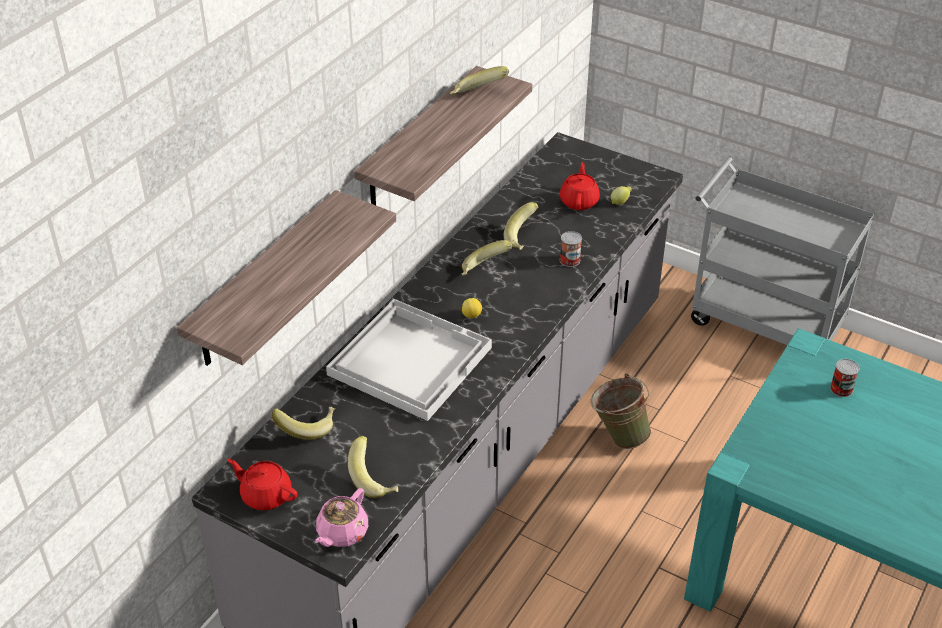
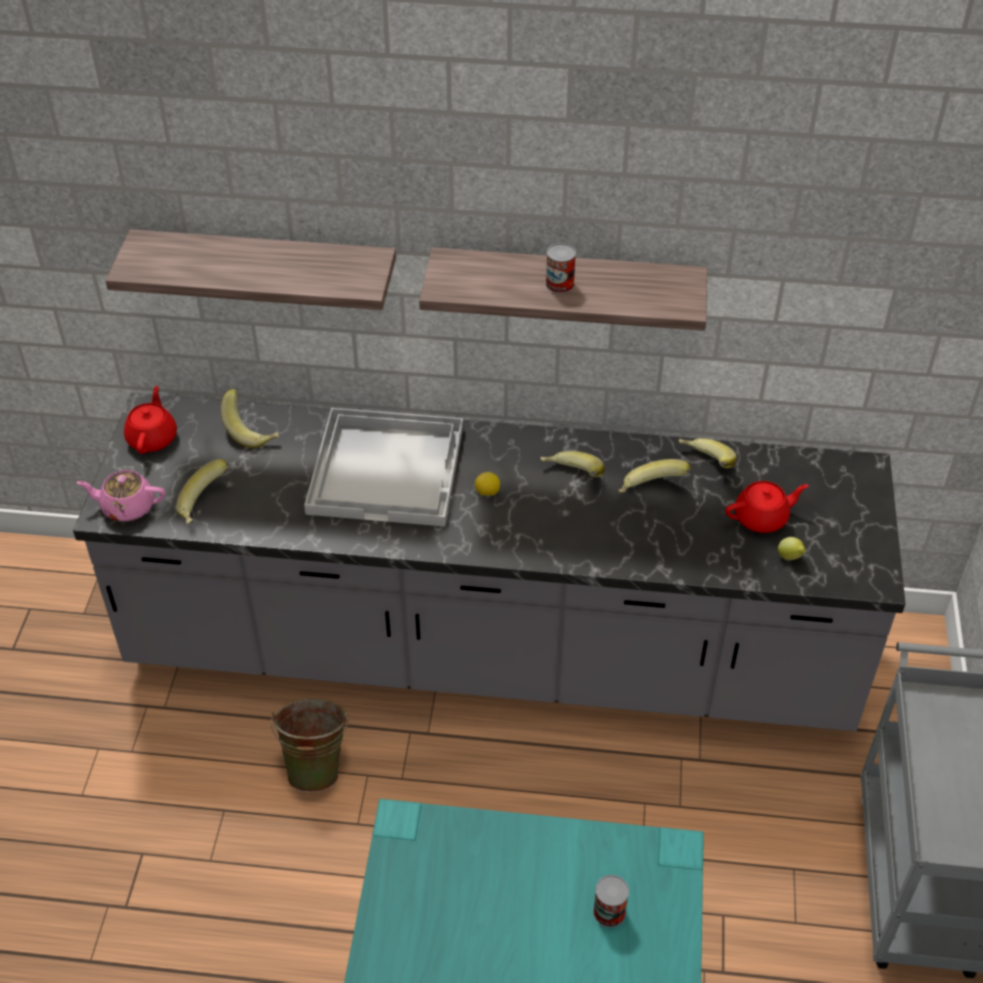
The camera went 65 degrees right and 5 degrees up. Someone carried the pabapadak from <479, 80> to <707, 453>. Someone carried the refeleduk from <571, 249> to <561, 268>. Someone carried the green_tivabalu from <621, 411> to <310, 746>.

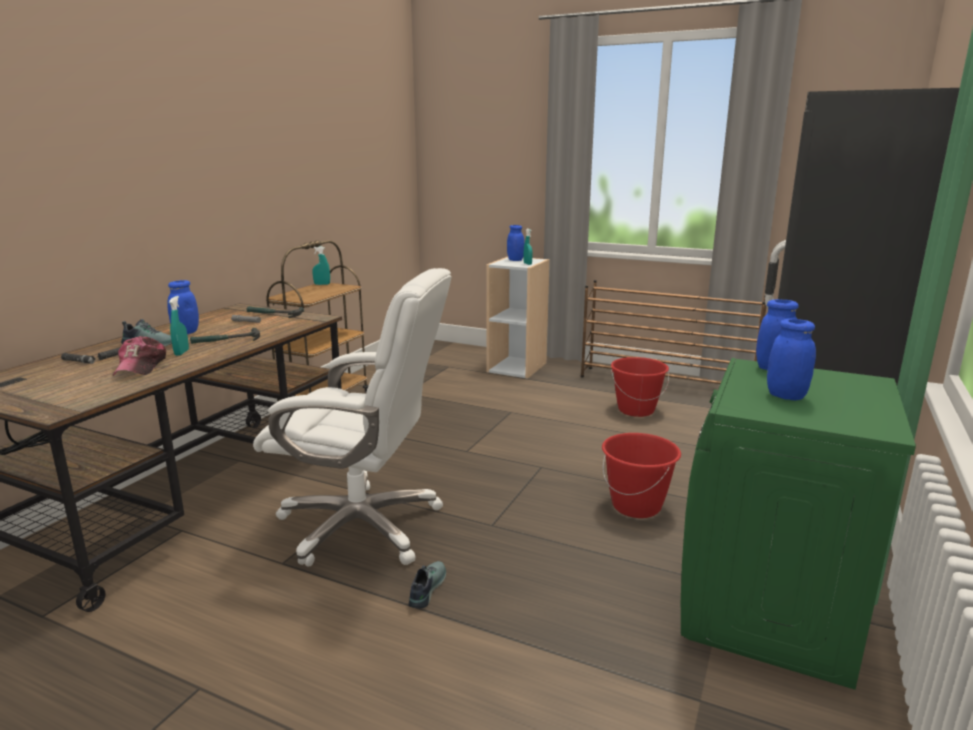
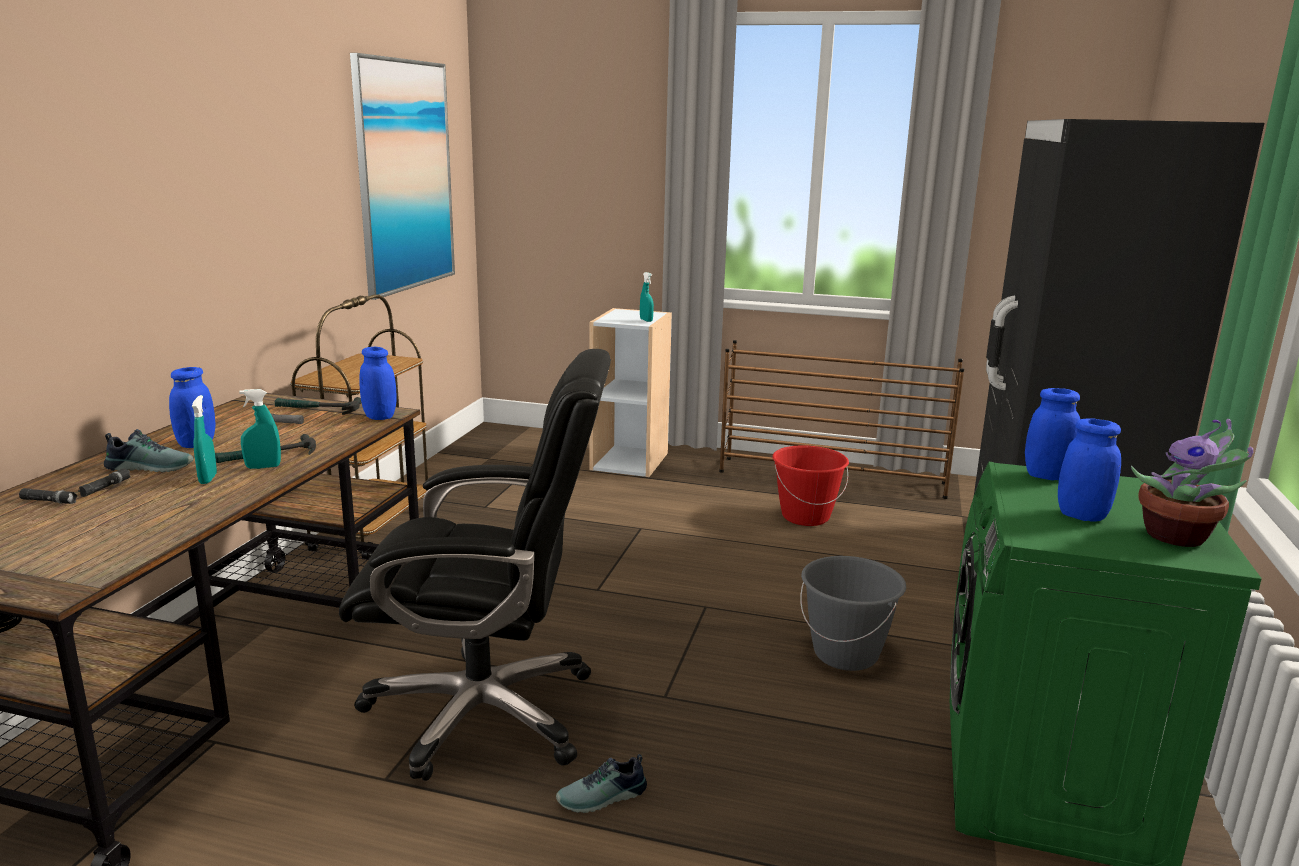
The camera went 10 degrees left and 0 degrees up. Someone took away the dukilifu at <139, 356>. Someone repainted the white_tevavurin at <352, 417>, which became the black_tevavurin at <475, 565>. Someone carried the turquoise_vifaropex from <321, 265> to <260, 429>. Someone rotated the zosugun at <427, 584> by 120 degrees counterclockwise. Someone carried the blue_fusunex from <516, 243> to <378, 383>. Someone repainted the red_tivabalu at <641, 475>, which became the grey_tivabalu at <853, 613>. Someone put up the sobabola at <402, 176>. Someone put down the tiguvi at <1192, 483>.

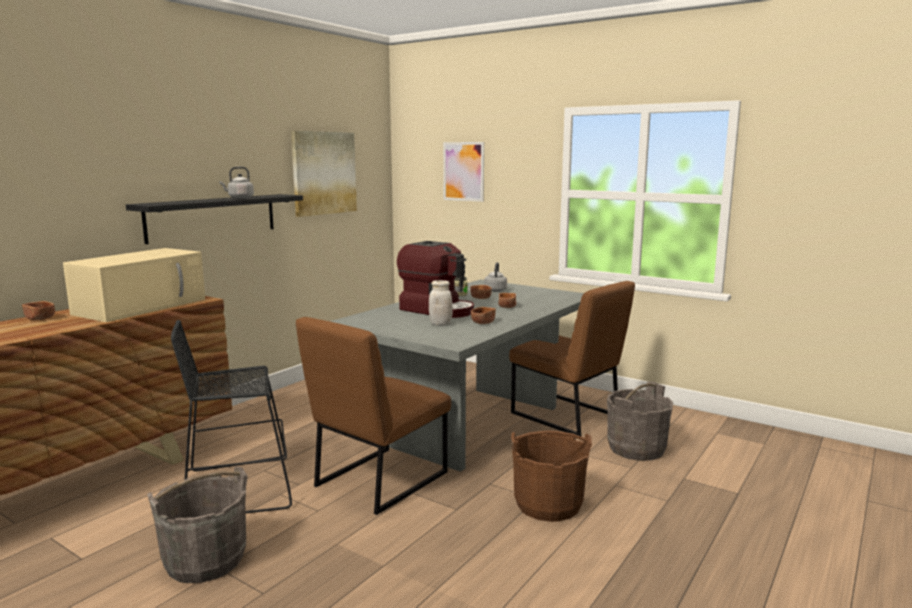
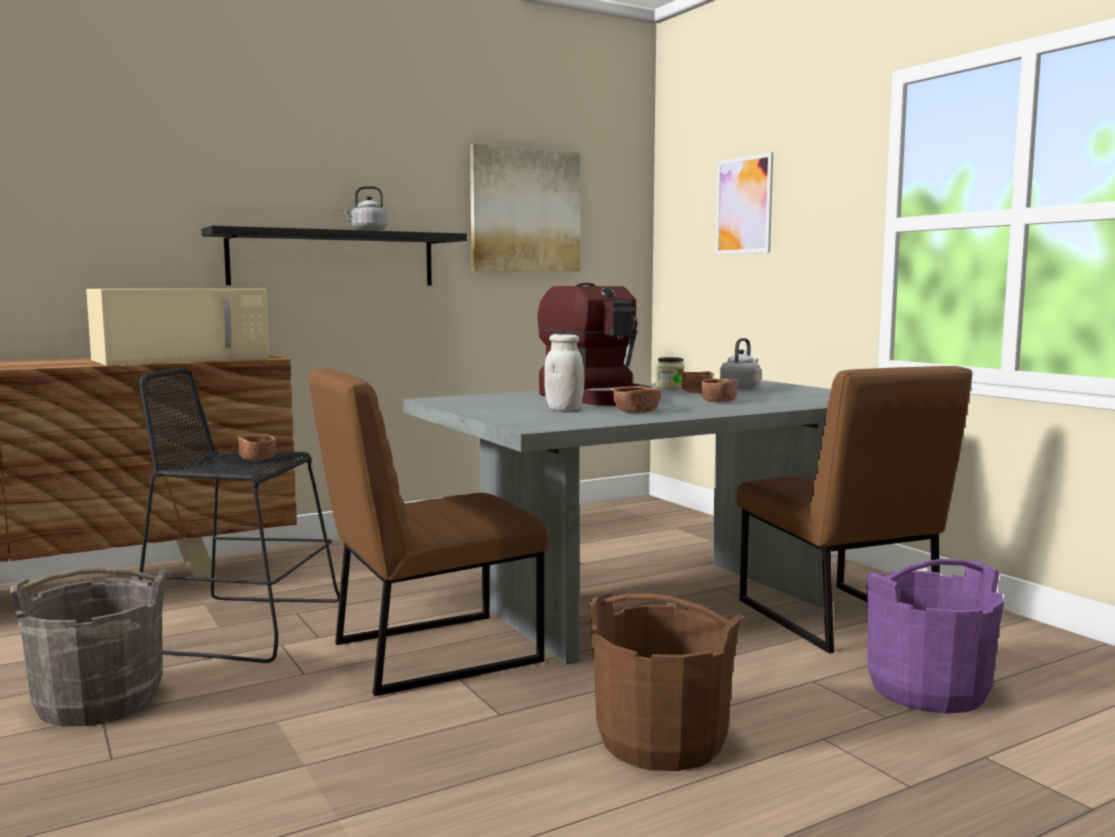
The camera went 25 degrees right and 5 degrees down. Someone carried the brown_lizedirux from <38, 310> to <257, 447>. Someone repainted the grey_tivabalu at <640, 421>, which became the purple_tivabalu at <935, 636>.

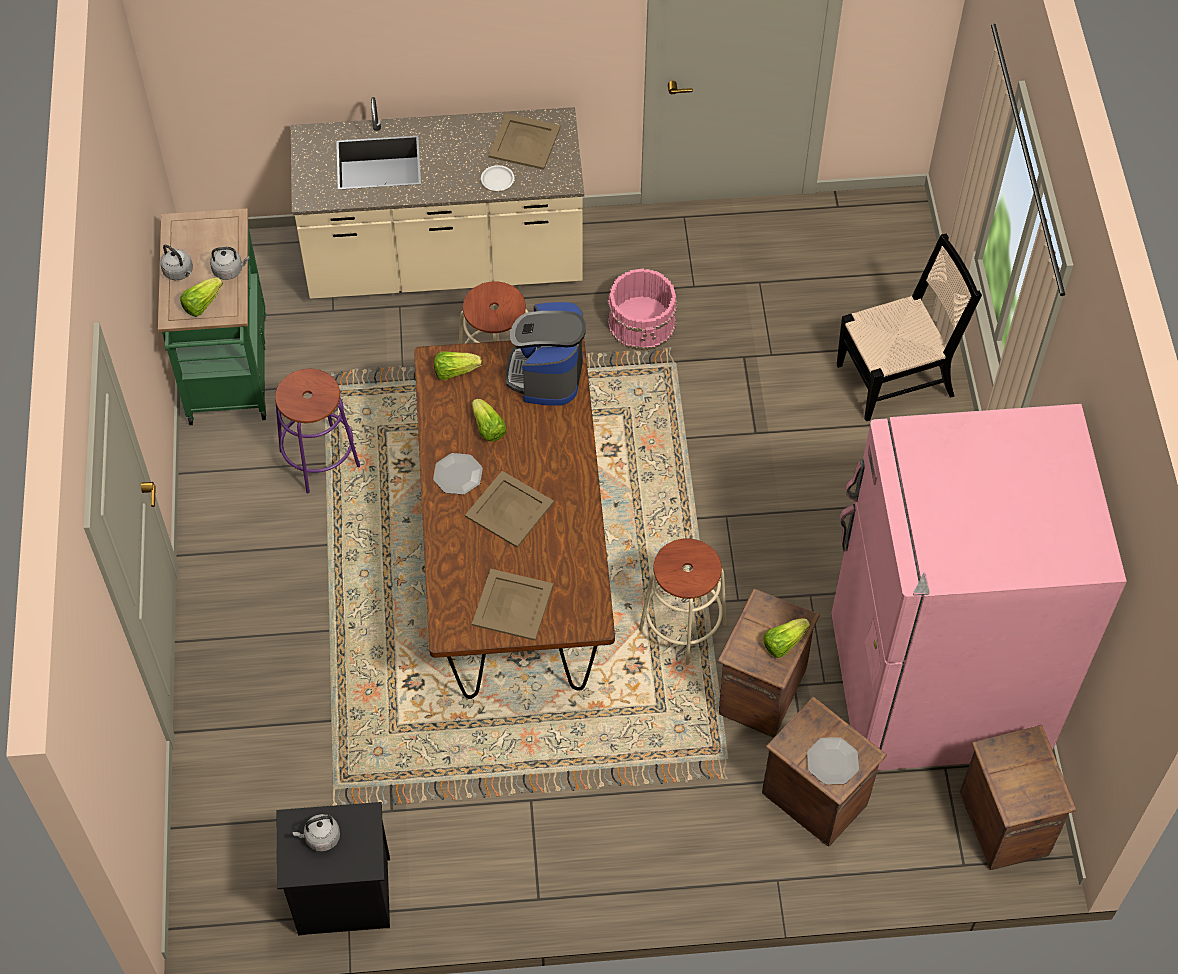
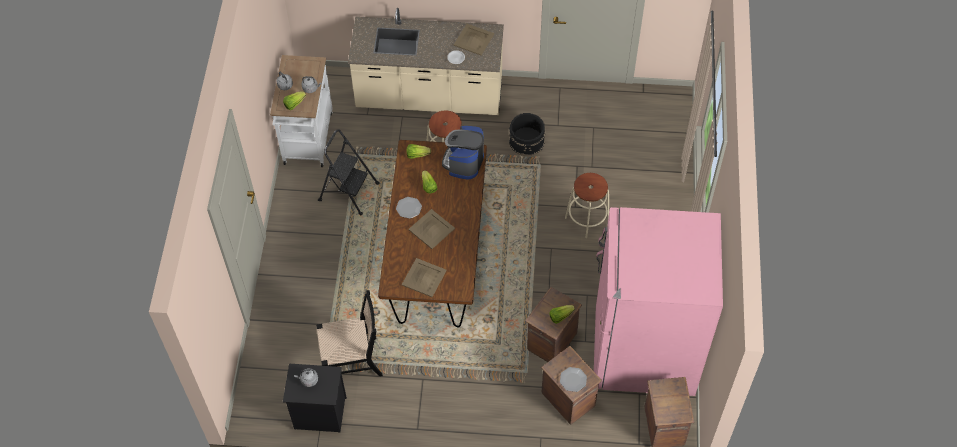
The camera went 10 degrees right and 0 degrees up. Someone repainted the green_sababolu at <212, 316>, which became the white_sababolu at <301, 111>. Someone swapped the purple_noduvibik at <317, 431> for the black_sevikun at <348, 172>. Someone repainted the pink_tivabalu at <642, 309>, which became the black_tivabalu at <527, 134>. Someone carried the beige_noduvibik from <683, 601> to <587, 205>. Someone carried the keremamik from <909, 327> to <349, 333>.

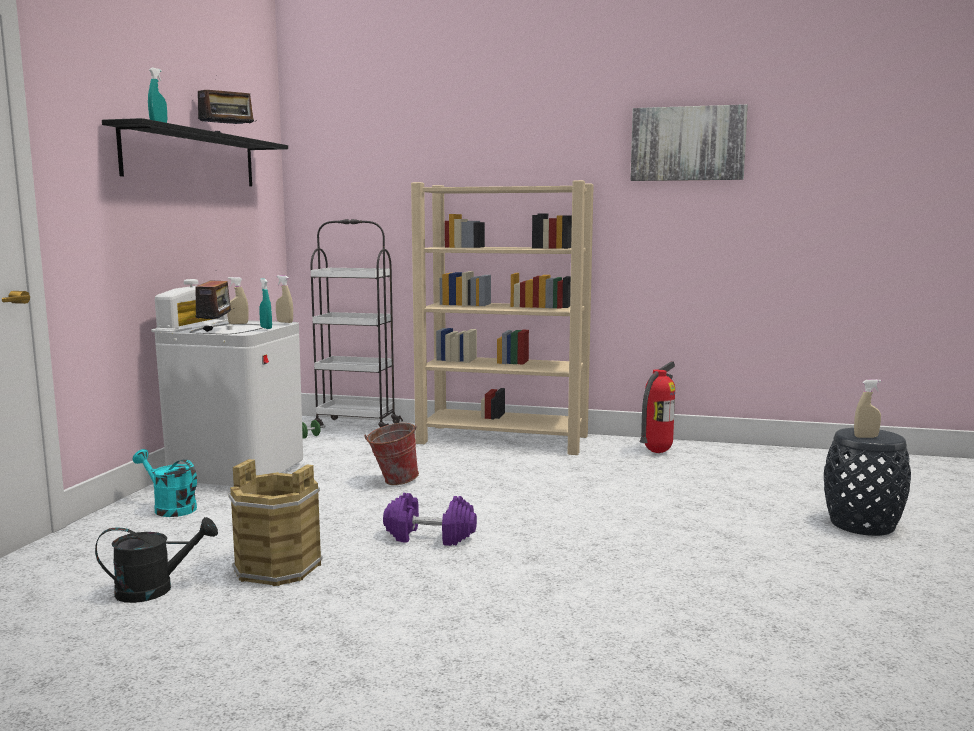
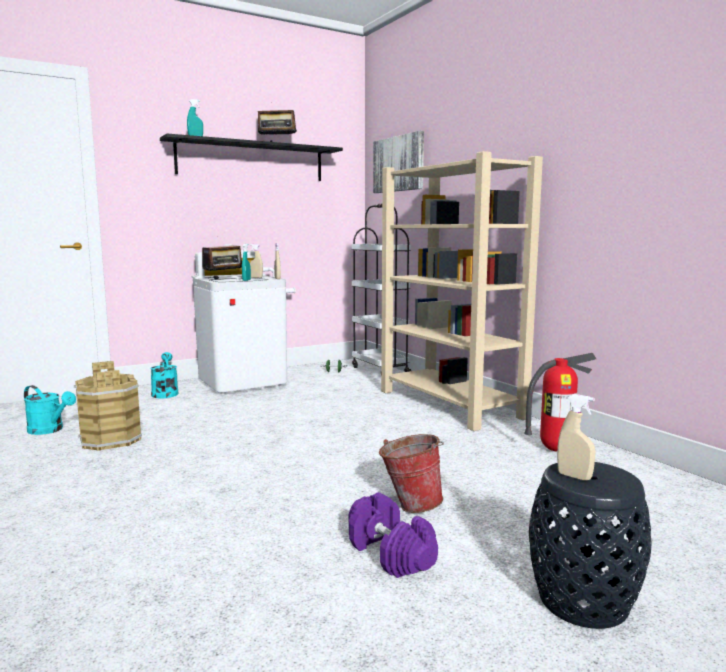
The camera went 45 degrees right and 0 degrees up. Someone repainted the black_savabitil at <156, 560>, which became the turquoise_savabitil at <50, 410>. Someone carried the tivabalu from <391, 454> to <411, 473>. Someone carried the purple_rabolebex from <430, 519> to <393, 535>. Someone carried the sobabola from <689, 142> to <398, 162>.

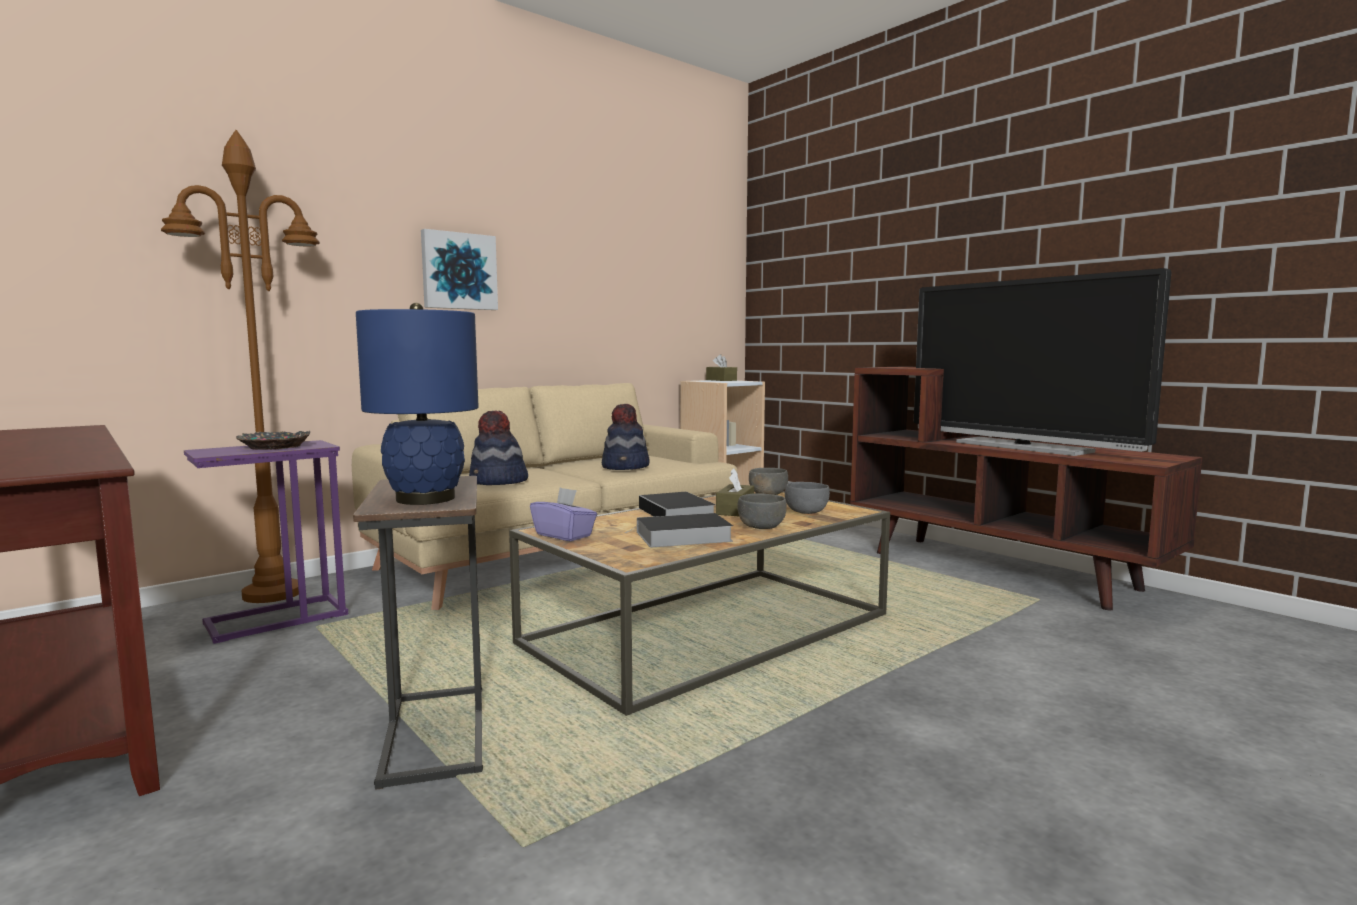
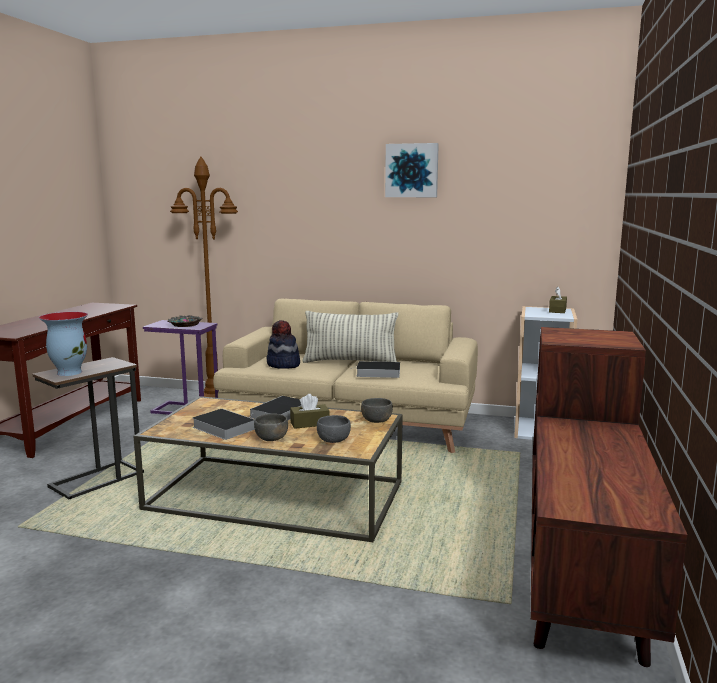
The camera went 55 degrees right and 5 degrees up. Someone swapped the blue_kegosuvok at <417, 404> for the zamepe at <63, 344>. Someone carried the sobabola from <459, 269> to <412, 170>. Someone took away the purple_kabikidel at <563, 514>. Someone swapped the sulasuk at <626, 437> for the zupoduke at <375, 369>. Someone took away the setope at <1042, 362>. Someone put down the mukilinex at <350, 337>.

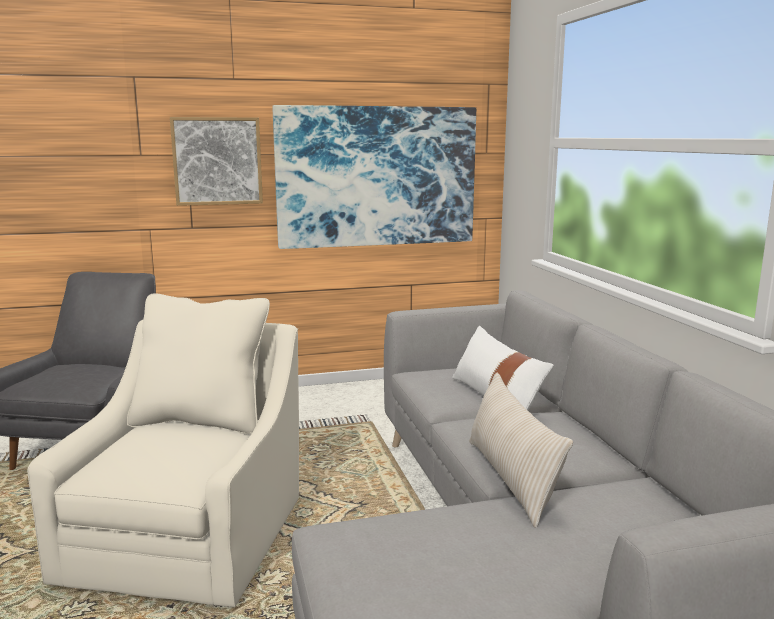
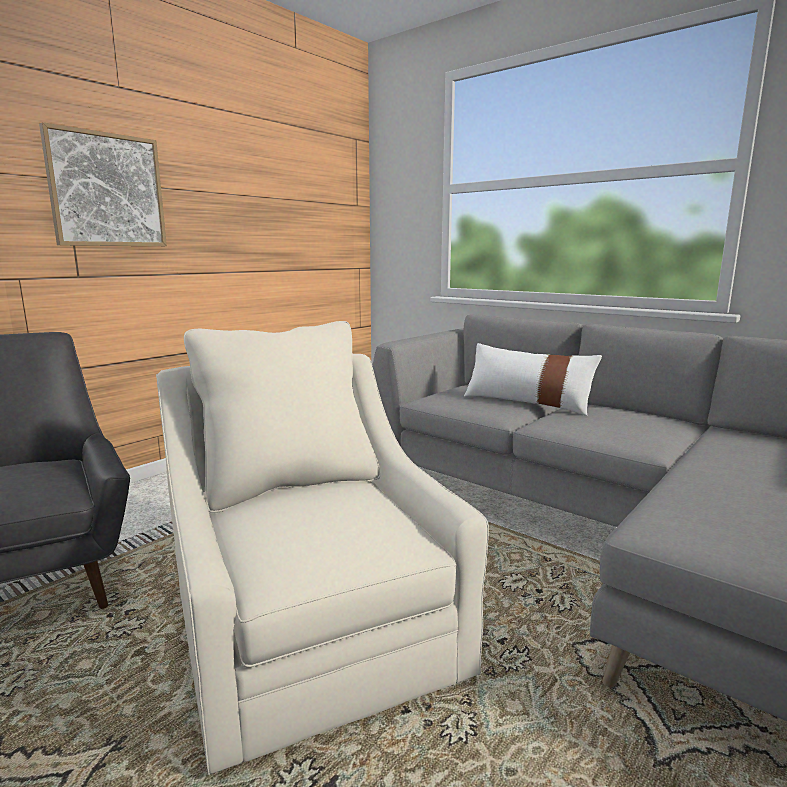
The camera went 35 degrees left and 0 degrees up. Someone took away the sobabola at <374, 177>. Someone took away the beige_mukilinex at <521, 450>.

